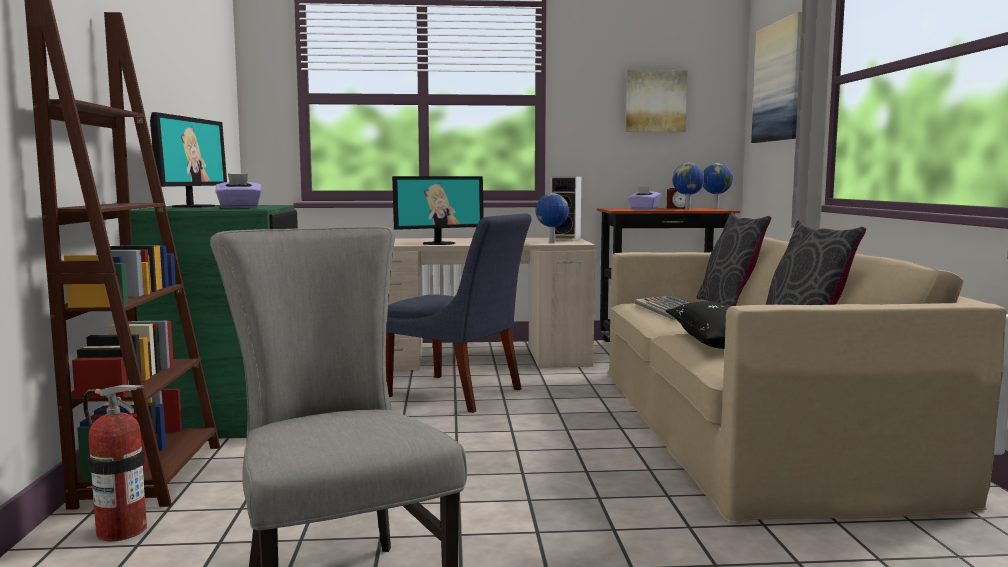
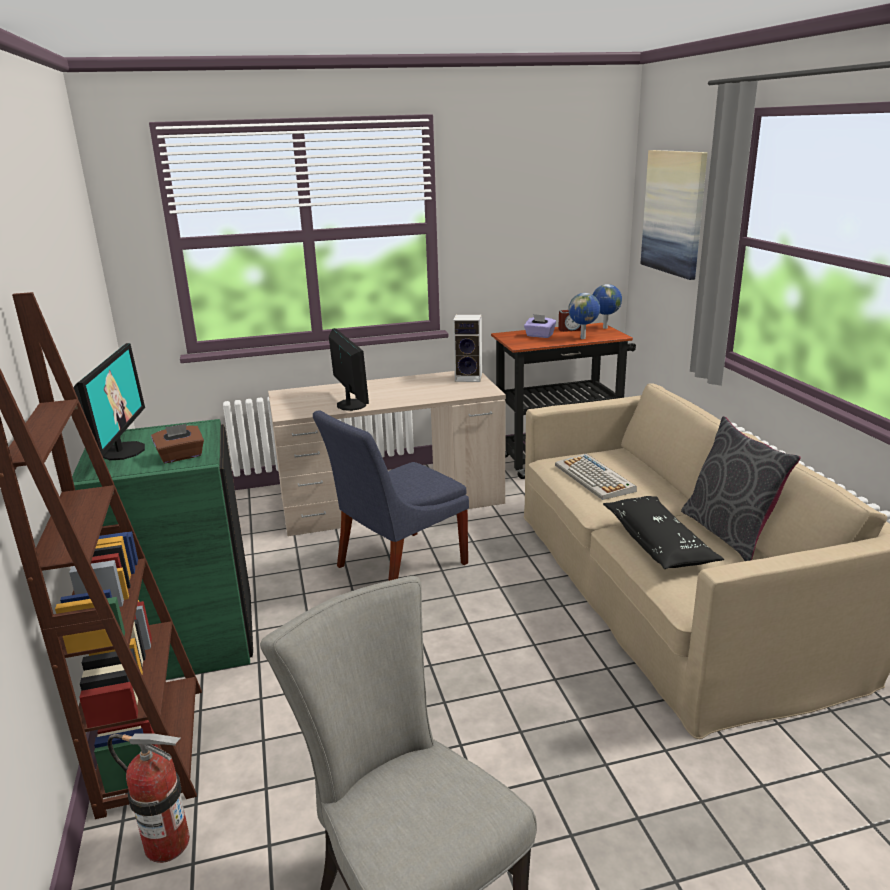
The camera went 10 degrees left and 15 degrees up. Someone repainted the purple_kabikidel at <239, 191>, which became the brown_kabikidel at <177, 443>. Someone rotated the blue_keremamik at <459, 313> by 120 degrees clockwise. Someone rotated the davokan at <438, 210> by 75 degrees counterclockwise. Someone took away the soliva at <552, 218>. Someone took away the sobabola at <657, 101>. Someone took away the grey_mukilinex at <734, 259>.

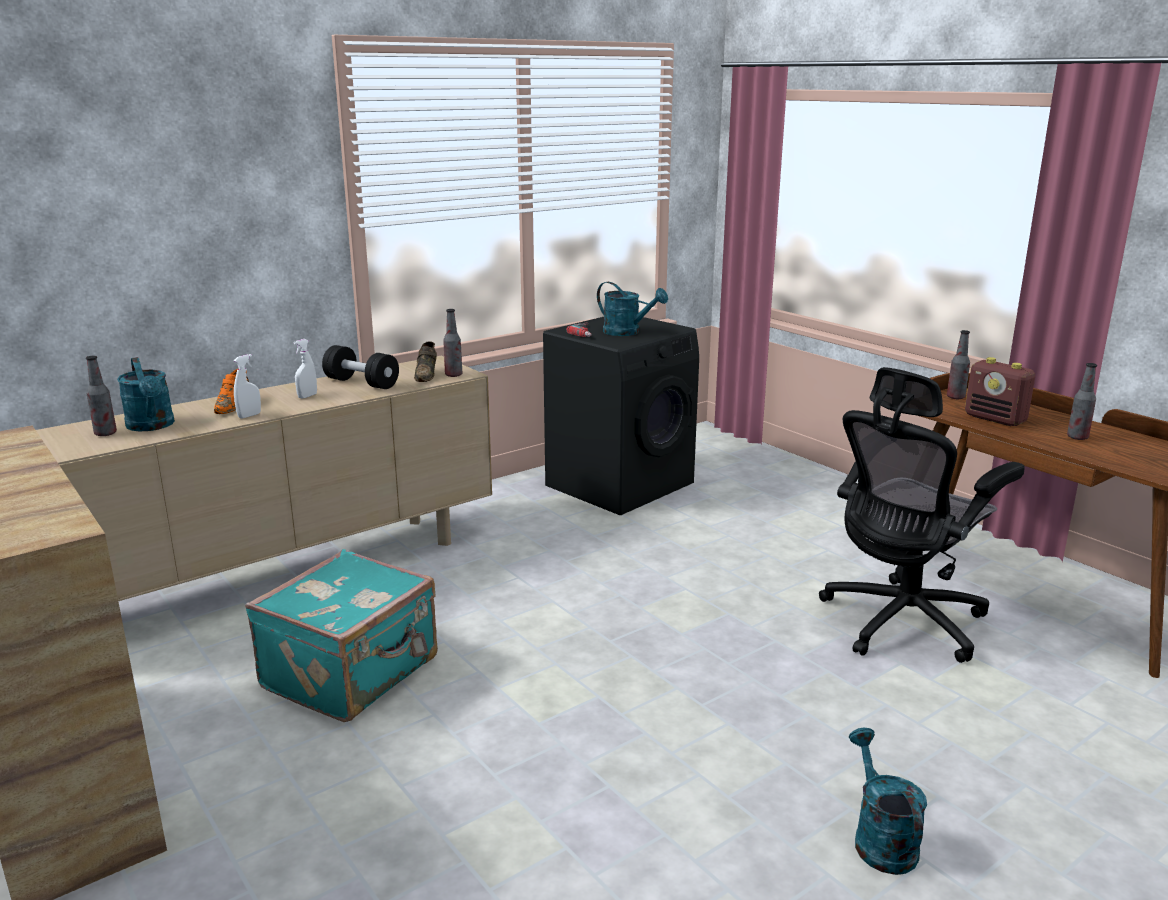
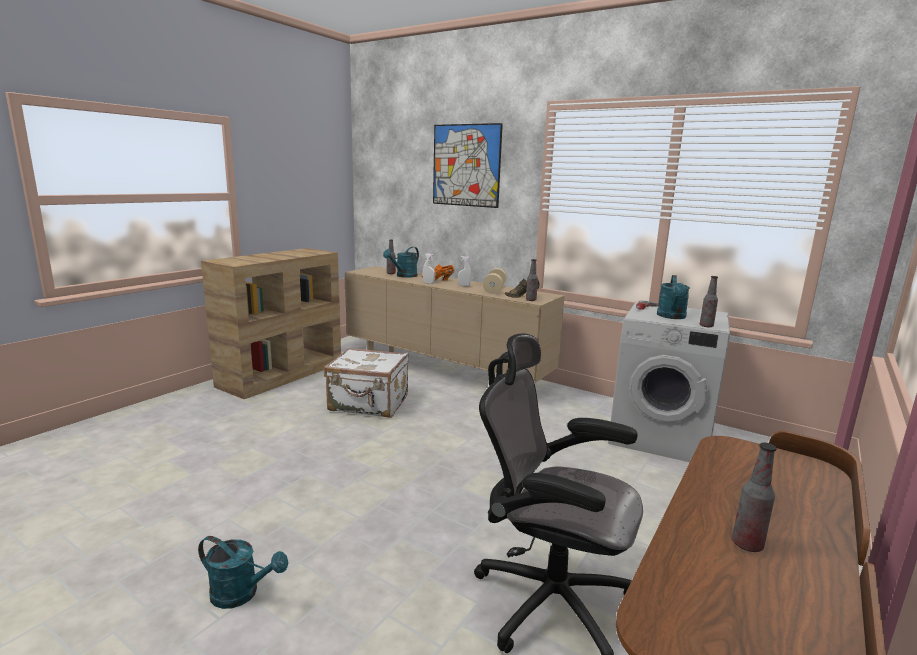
The camera went 70 degrees right and 5 degrees down. Someone repainted the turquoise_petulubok at <341, 635>, which became the white_petulubok at <366, 383>. Someone repainted the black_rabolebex at <360, 367>, which became the beige_rabolebex at <495, 281>. Someone repainted the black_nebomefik at <621, 416>, which became the white_nebomefik at <669, 382>. Someone rotated the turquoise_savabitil at <888, 801> by 45 degrees clockwise. Someone carried the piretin from <958, 364> to <709, 301>. Someone took away the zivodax at <1000, 391>. Someone put up the sobabola at <468, 165>.

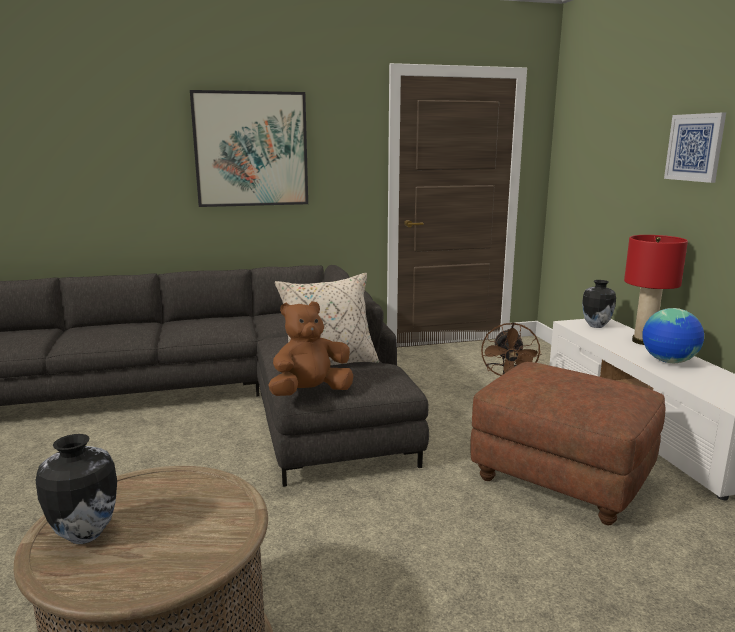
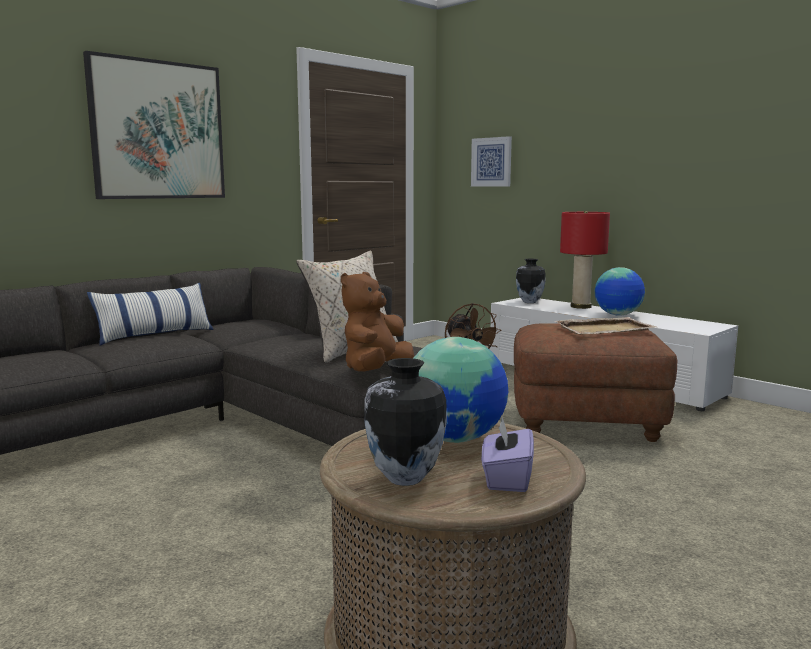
The camera went 30 degrees left and 5 degrees down. Someone carried the sobabola from <695, 148> to <491, 161>. Someone put down the mukilinex at <150, 314>. Someone put down the soliva at <461, 390>. Someone put down the purple_kabikidel at <507, 454>. Someone put down the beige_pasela at <605, 325>.

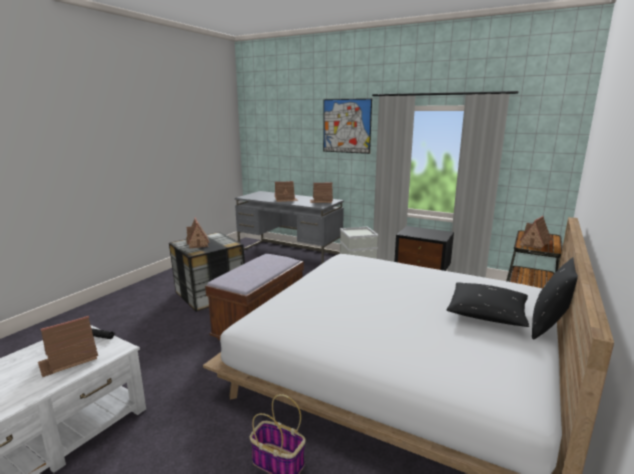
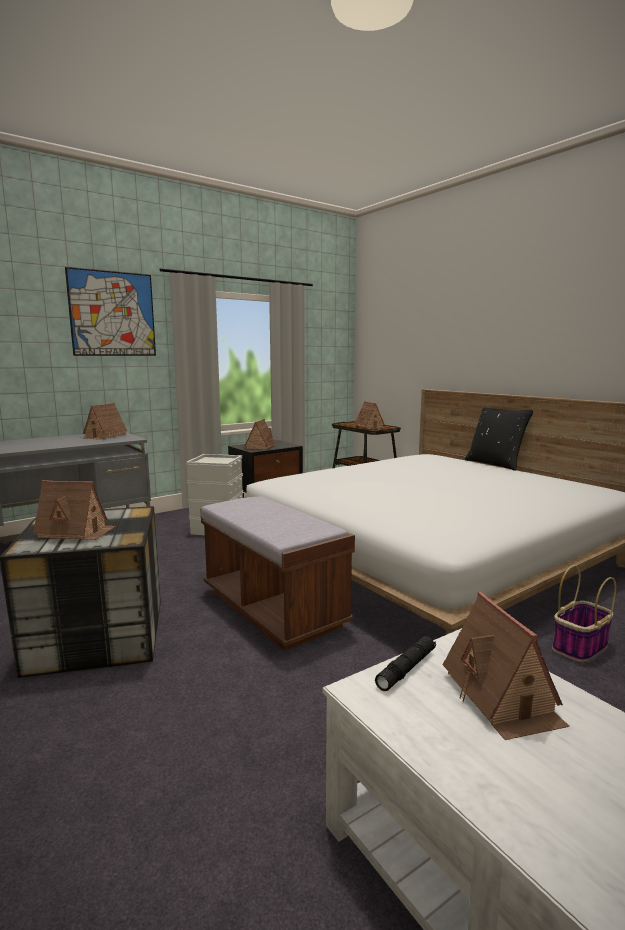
The camera went 65 degrees left and 5 degrees down. Someone carried the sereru from <286, 191> to <260, 434>. Someone took away the black_mukilinex at <487, 304>.

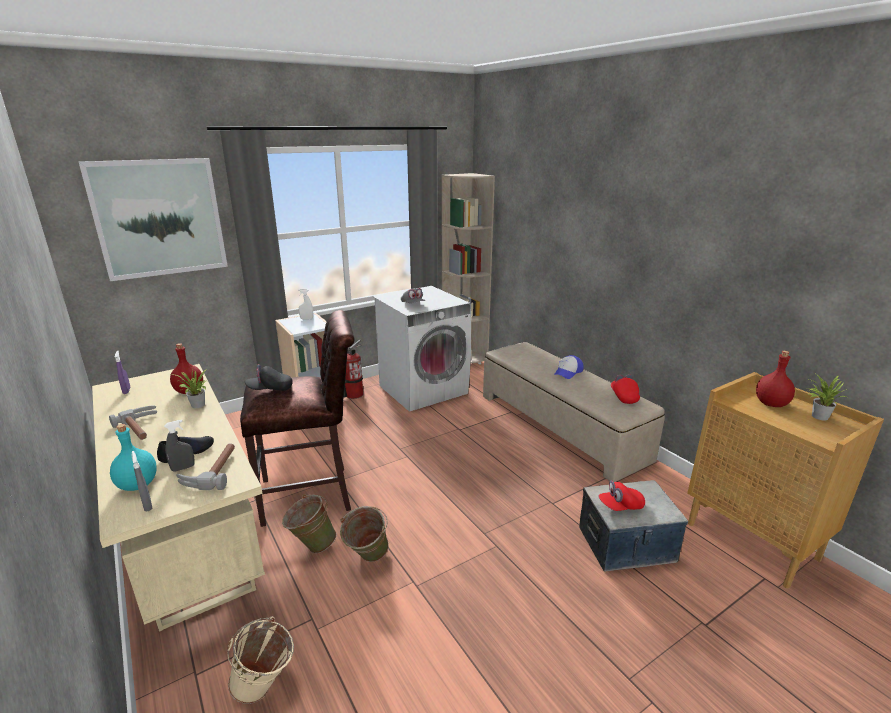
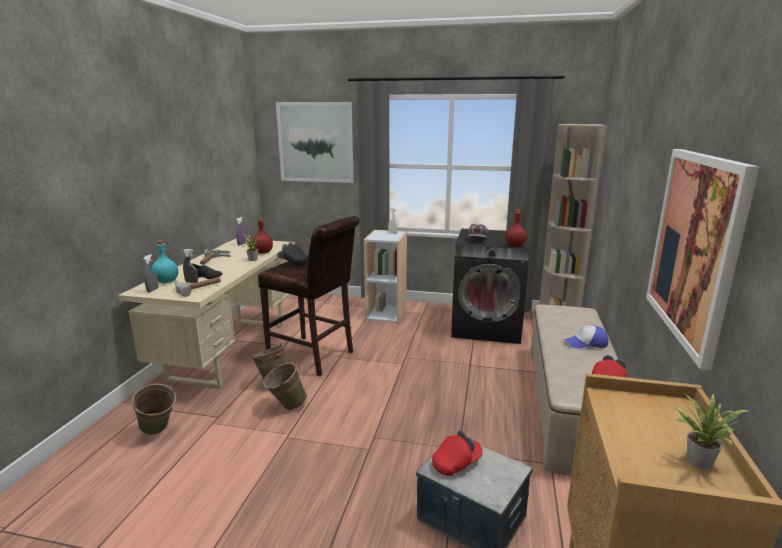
The camera went 45 degrees right and 5 degrees down. Someone repainted the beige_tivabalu at <260, 660>, which became the green_tivabalu at <153, 409>. Someone took away the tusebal at <353, 369>. Someone repainted the white_nebomefik at <421, 349>, which became the black_nebomefik at <490, 286>. Someone rotated the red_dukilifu at <621, 495> by 120 degrees clockwise. Someone carried the red_piretin from <775, 379> to <516, 228>. Someone put up the sobabola at <702, 259>.

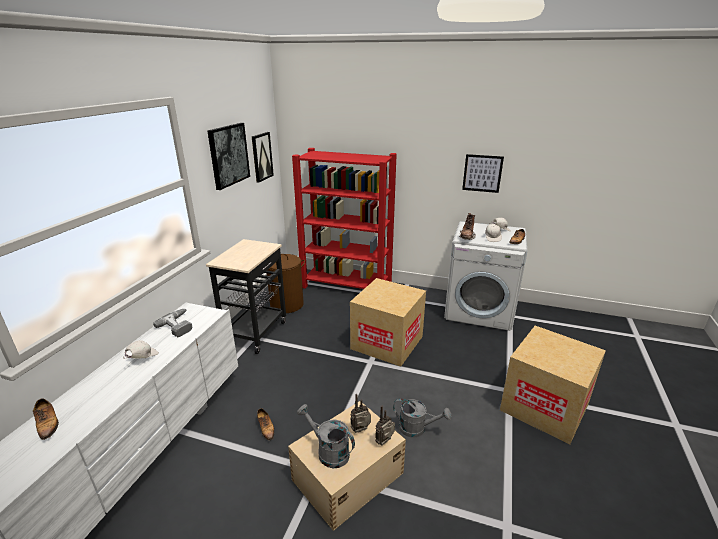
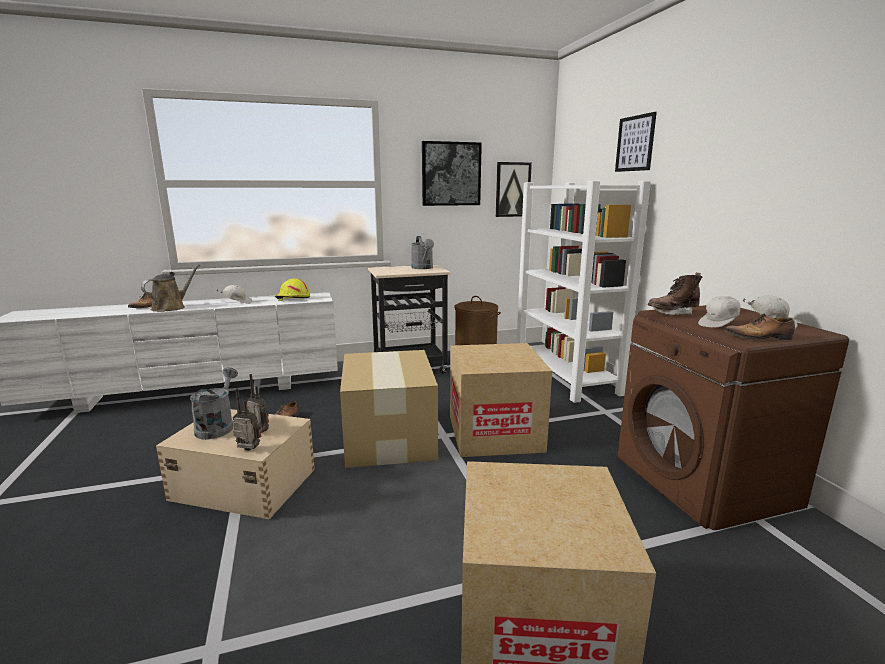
The camera went 55 degrees right and 10 degrees down. Someone swapped the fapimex at <173, 323> for the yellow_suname at <292, 289>. Someone repainted the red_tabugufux at <344, 218>, which became the white_tabugufux at <584, 292>. Someone carried the grey_savabitil from <422, 418> to <422, 252>. Someone repainted the white_nebomefik at <486, 276>, which became the brown_nebomefik at <733, 417>. Someone carried the sobabola from <483, 173> to <636, 142>. Someone put down the brown_savabitil at <170, 288>. Someone put down the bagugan at <389, 409>.

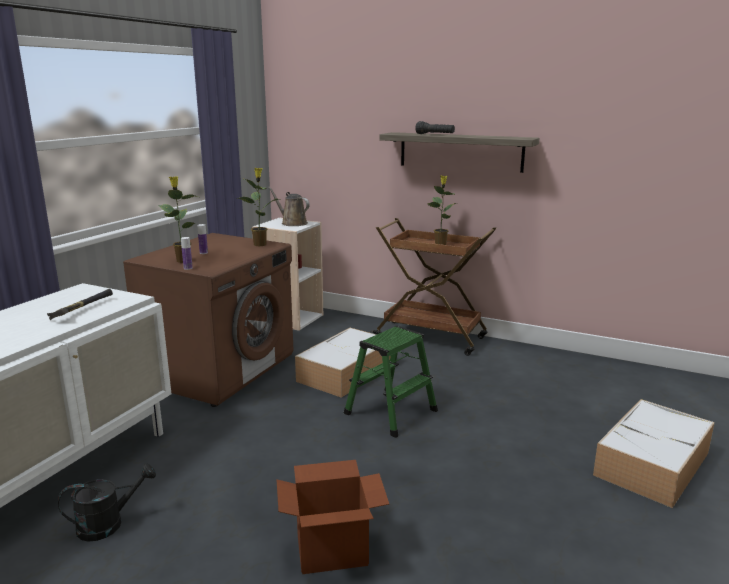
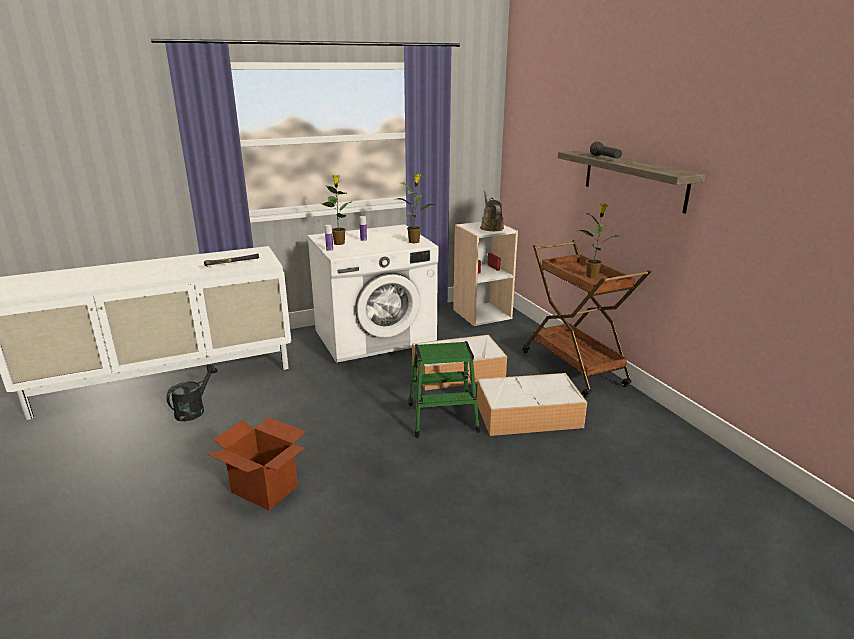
The camera went 40 degrees right and 5 degrees up. Someone rotated the black_savabitil at <107, 502> by 75 degrees counterclockwise. Someone repainted the brown_nebomefik at <208, 320>, which became the white_nebomefik at <373, 294>. Someone carried the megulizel from <654, 453> to <532, 404>.

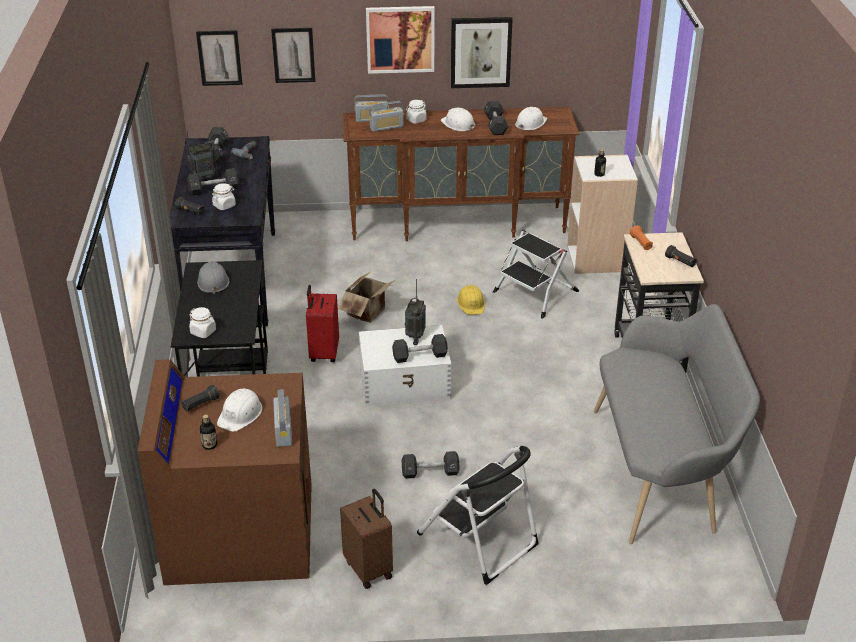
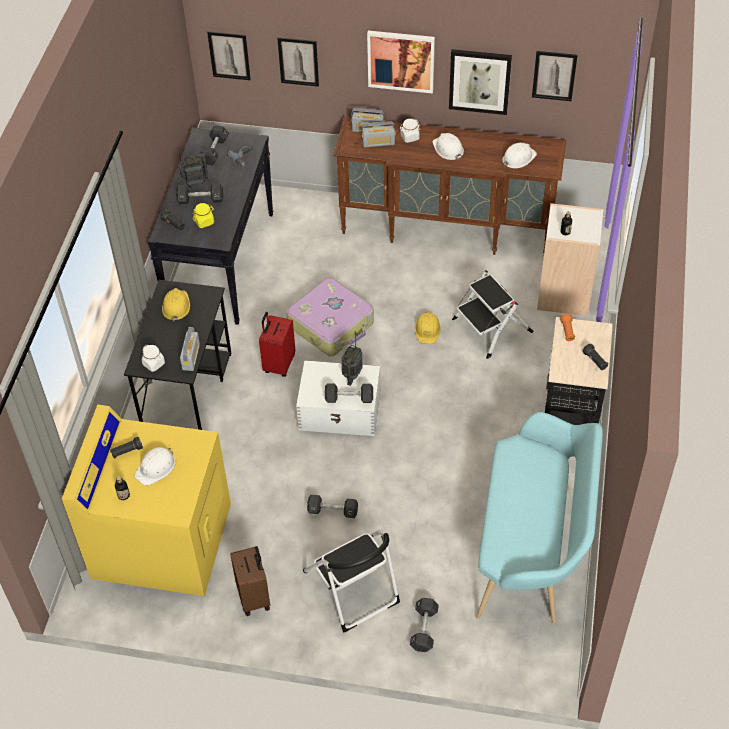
The camera went 15 degrees right and 15 degrees up. Someone repainted the brown_nebomefik at <224, 472>, which became the yellow_nebomefik at <146, 500>. Someone repainted the grey_suname at <213, 278>, which became the yellow_suname at <176, 305>. Someone repainted the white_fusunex at <224, 196>, which became the yellow_fusunex at <203, 215>. Someone carried the zivodax from <282, 418> to <190, 349>. Someone swapped the bagugan at <366, 297> for the petulubok at <330, 317>. Someone carried the black_rabolebex from <496, 118> to <424, 625>. Someone repainted the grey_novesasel at <677, 424>, which became the turquoise_novesasel at <539, 517>. Someone put up the sobabola at <554, 76>.

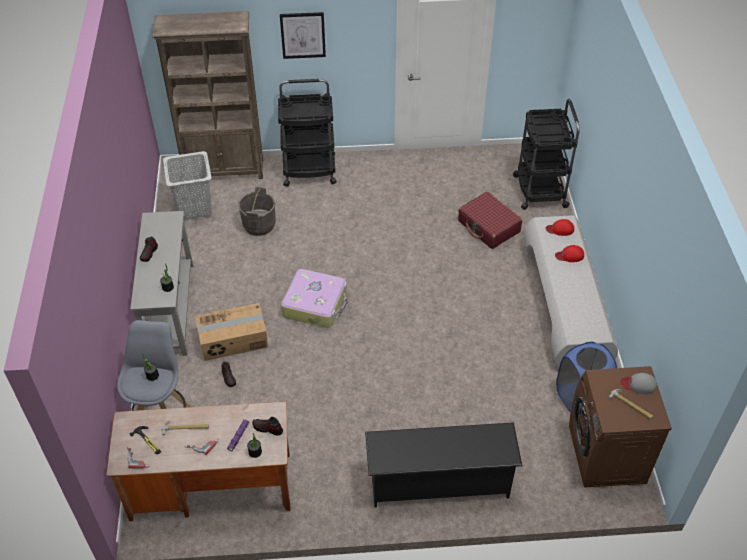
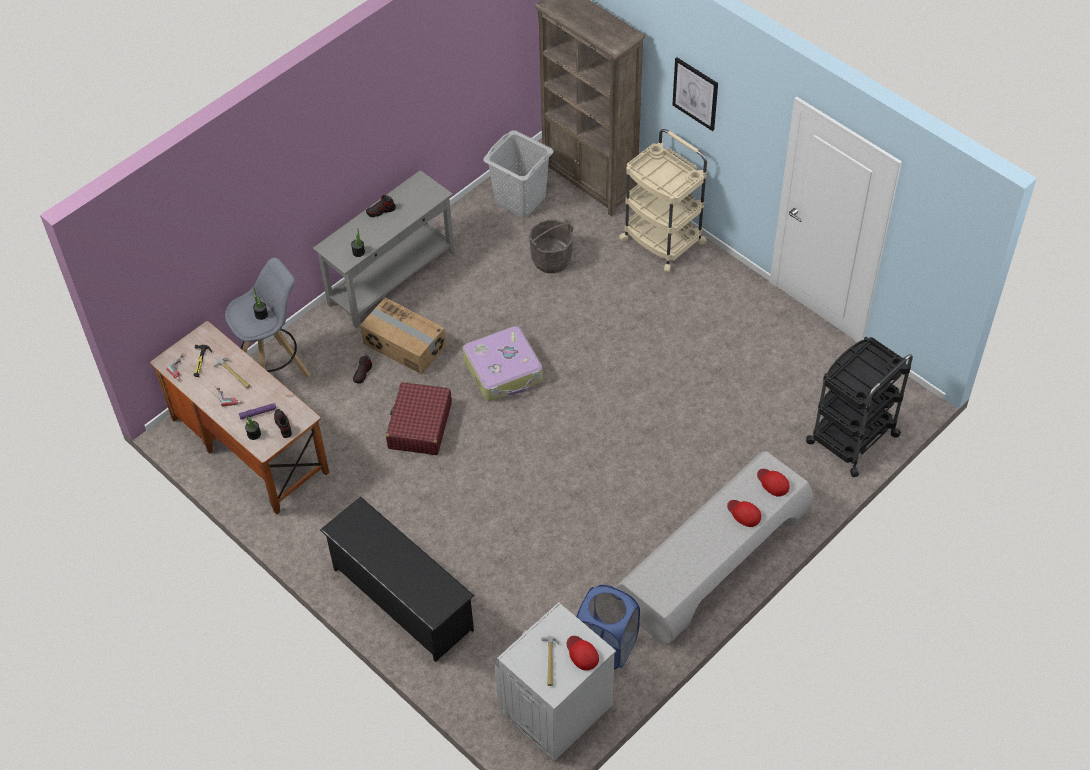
The camera went 50 degrees right and 5 degrees up. Someone repainted the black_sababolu at <307, 133>, which became the beige_sababolu at <663, 200>. Someone carried the red_petulubok from <490, 220> to <419, 418>. Someone repainted the brown_nebomefik at <620, 427>, which became the white_nebomefik at <555, 681>. Someone repainted the grey_dukilifu at <639, 383>, which became the red_dukilifu at <583, 653>.

